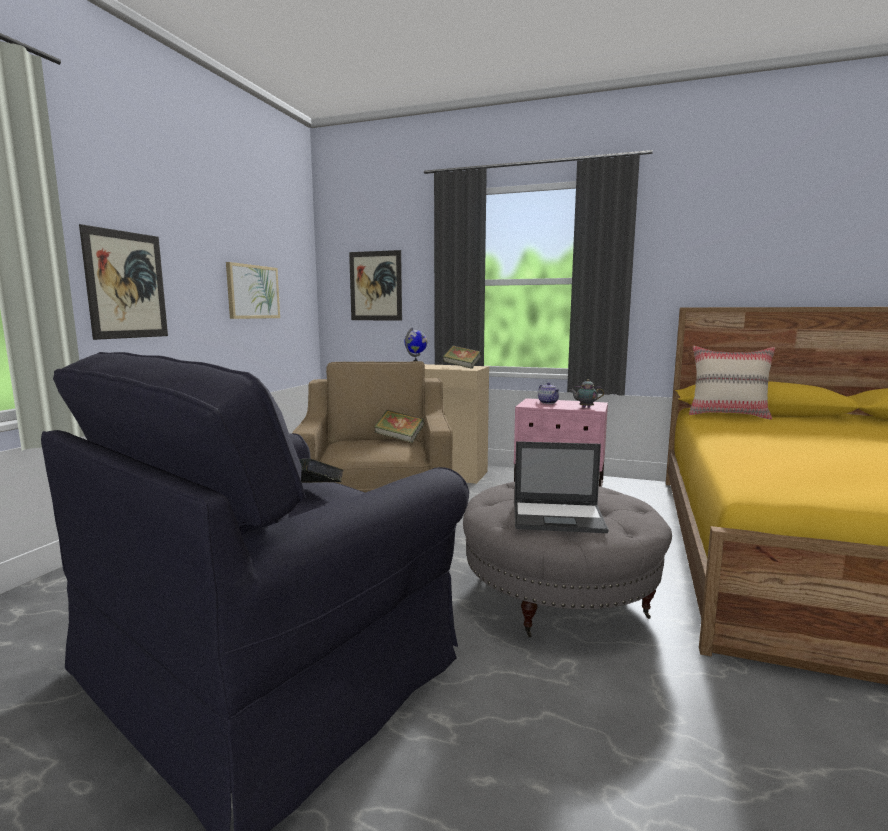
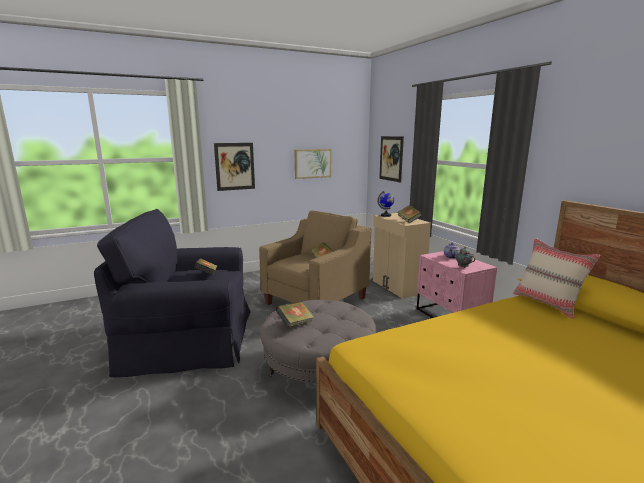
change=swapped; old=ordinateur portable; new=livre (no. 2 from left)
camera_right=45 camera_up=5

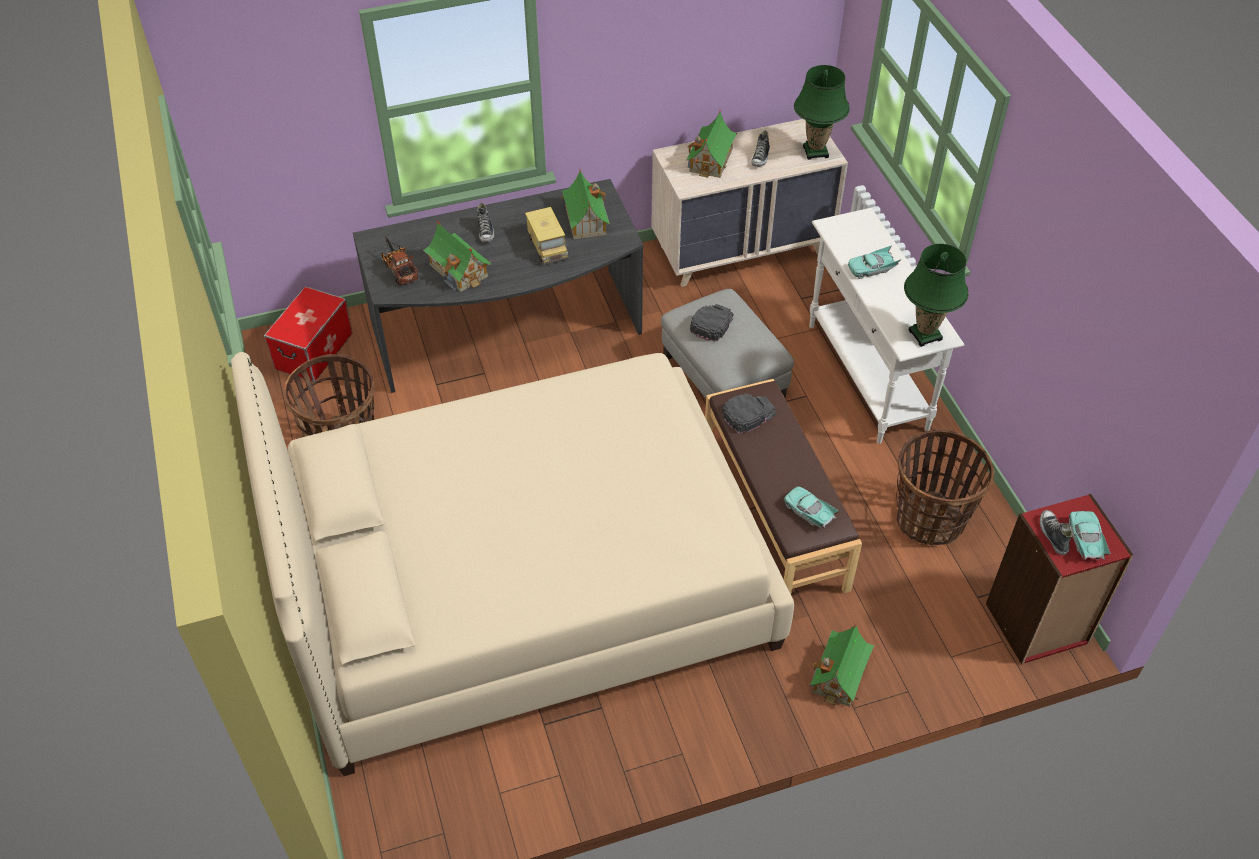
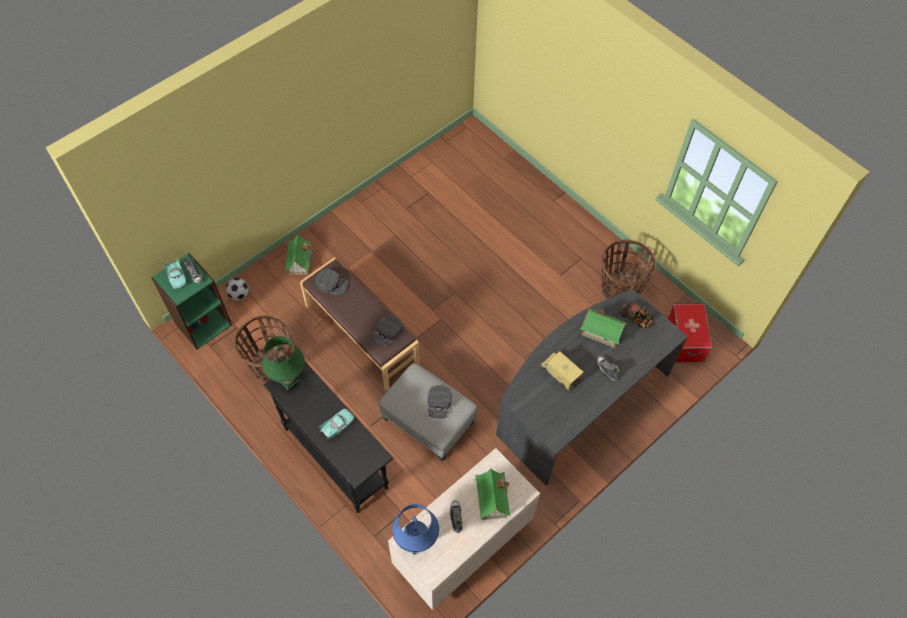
change=gone; old=lit [beige]
change=gone; old=maison miniature (no. 2 from left)
change=swapped; old=petite voiture [turquoise] (no. 1 from left); new=casquette [noir] (no. 1 from left)
change=repainted; old=lampe de table [vert] (no. 1 from left); new=lampe de table [bleu]
change=repainted; old=table console [blanc]; new=table console [noir]
change=repainted; old=bibliothèque [rouge]; new=bibliothèque [vert]
change=new; new=ballon de foot
camera_right=155 camera_up=10

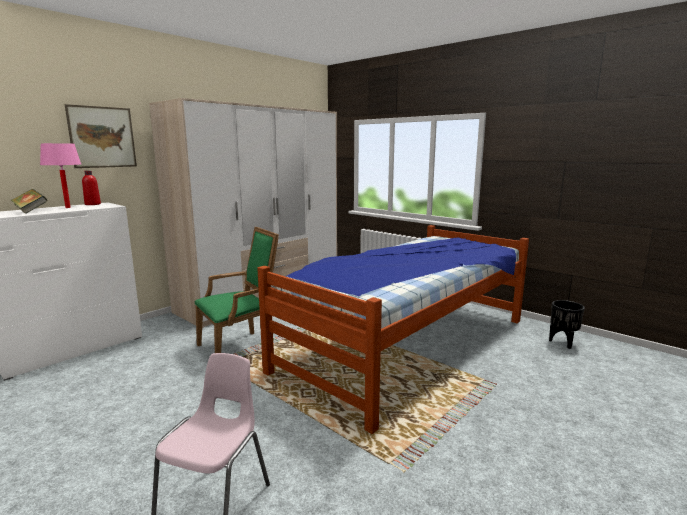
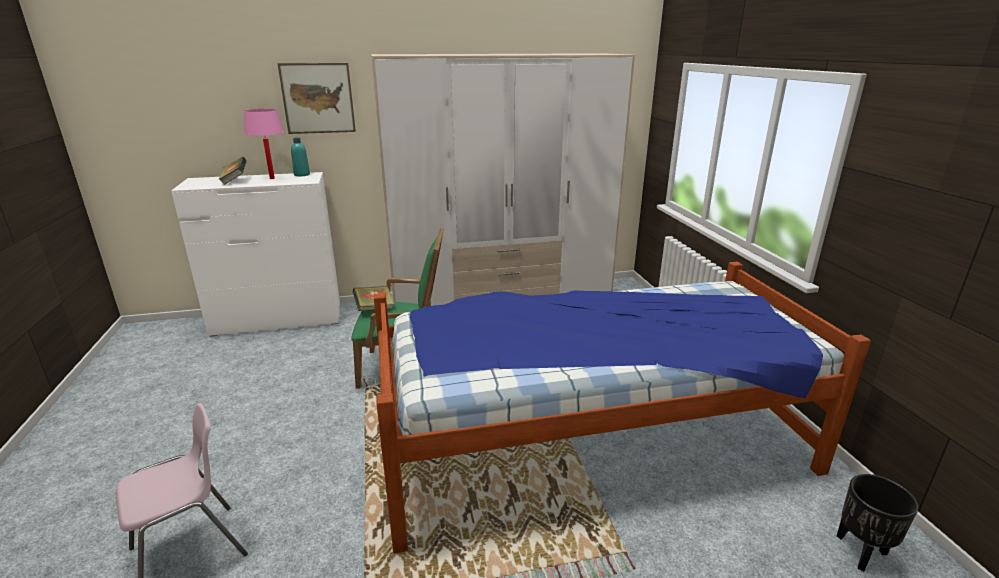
change=repainted; old=bouteille [rouge]; new=bouteille [turquoise]
change=new; new=livre (no. 2 from left)
camera_right=35 camera_up=10

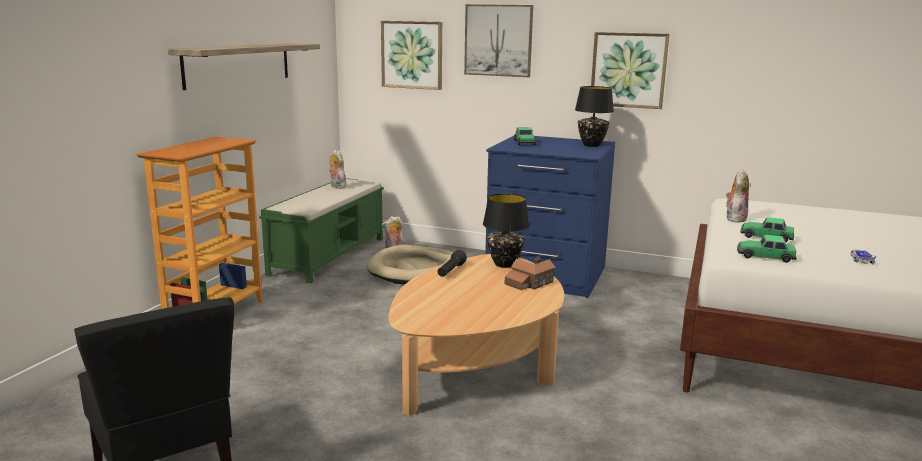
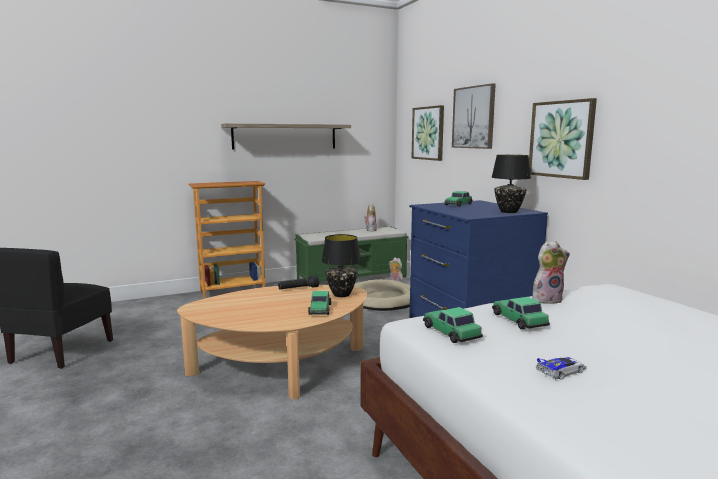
change=swapped; old=maison miniature; new=petite voiture (no. 1 from left)
camera_right=45 camera_up=-5

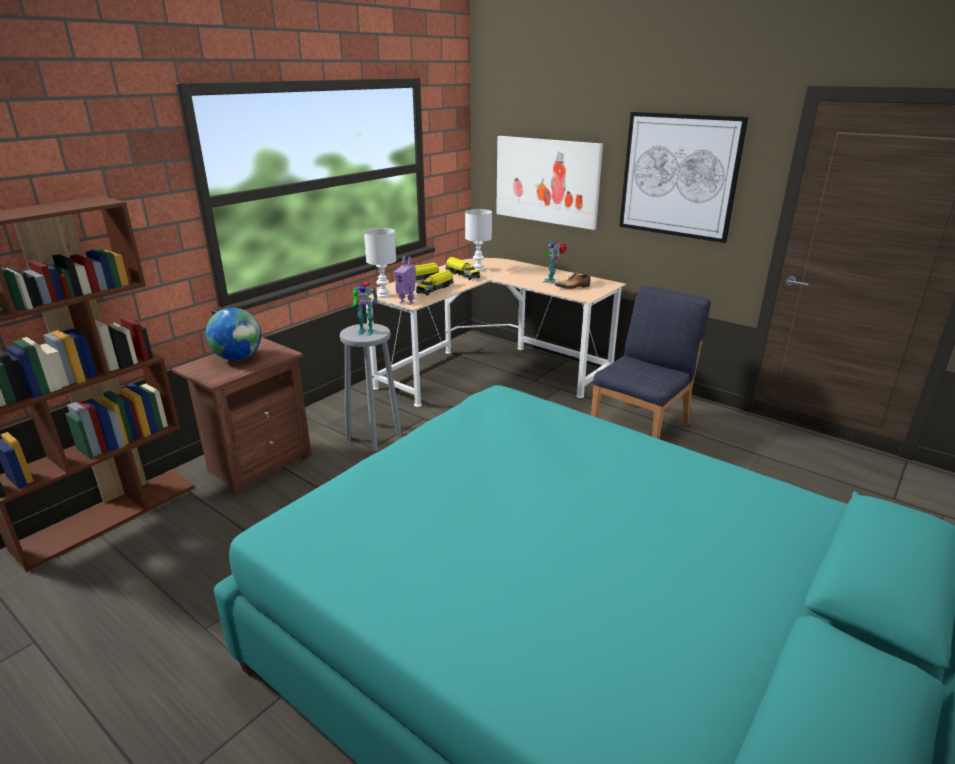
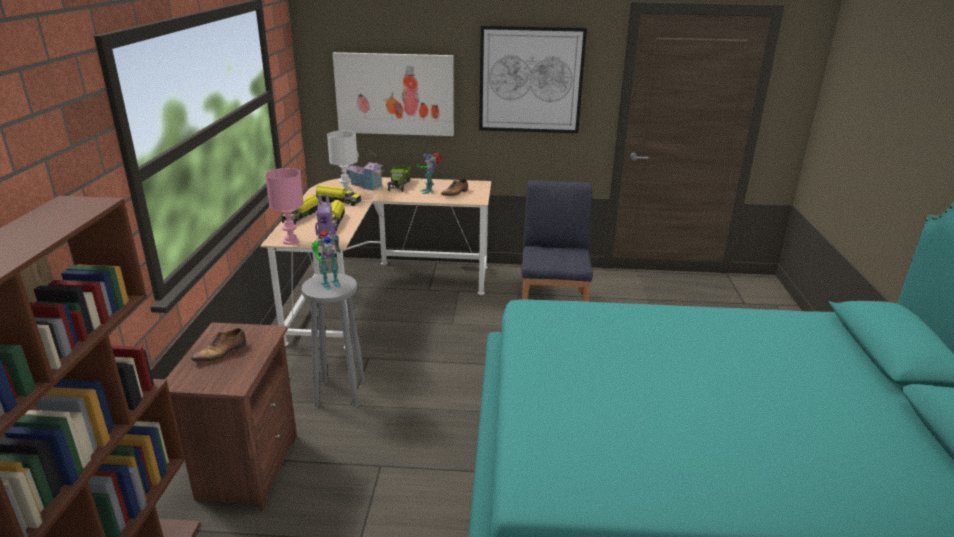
change=swapped; old=globe; new=chaussure (no. 1 from left)
change=repainted; old=lampe de table [blanc] (no. 1 from left); new=lampe de table [rose]
change=new; new=maison miniature
change=new; new=camion jouet (no. 4 from left)
camera_right=-35 camera_up=0

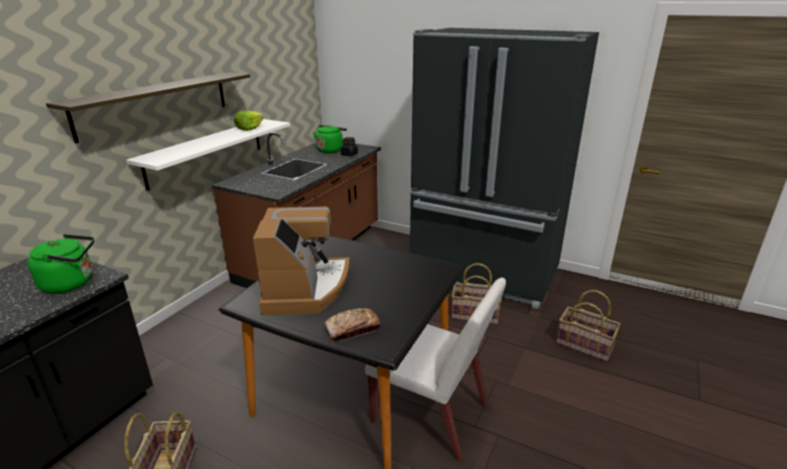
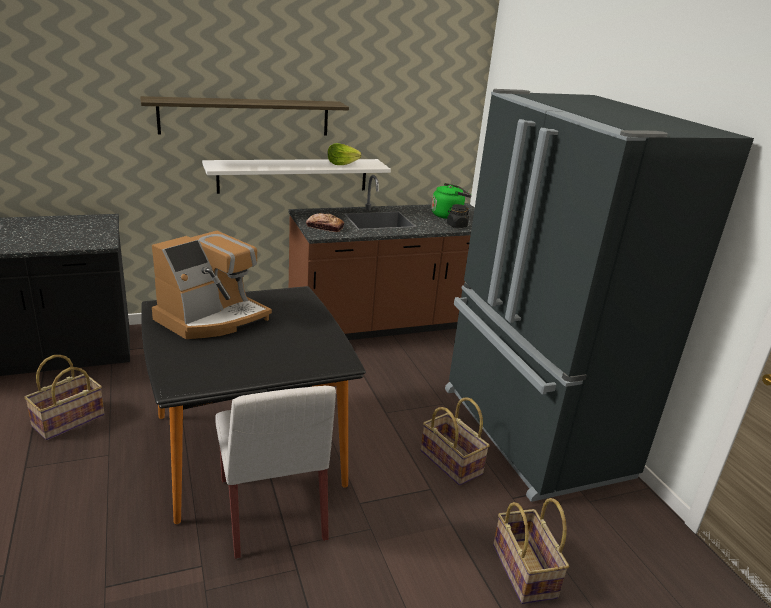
change=gone; old=bouilloire [vert] (no. 1 from left)
change=shifted; old=pain
camera_right=40 camera_up=0

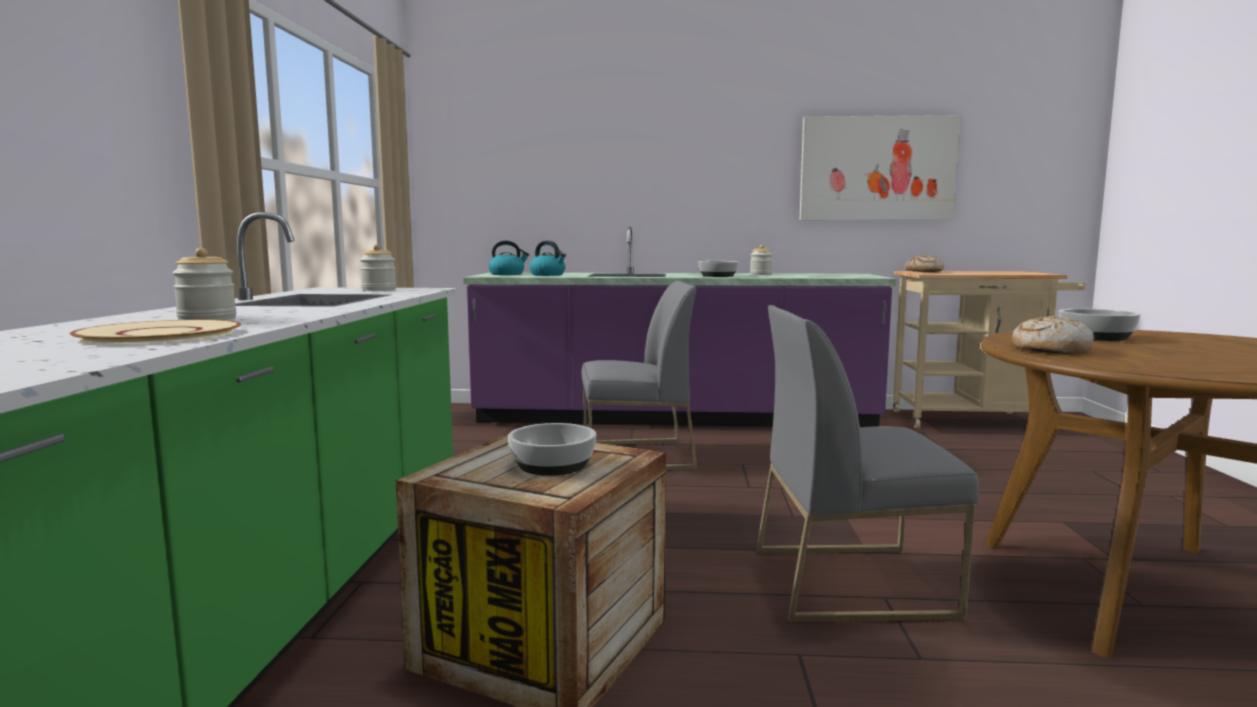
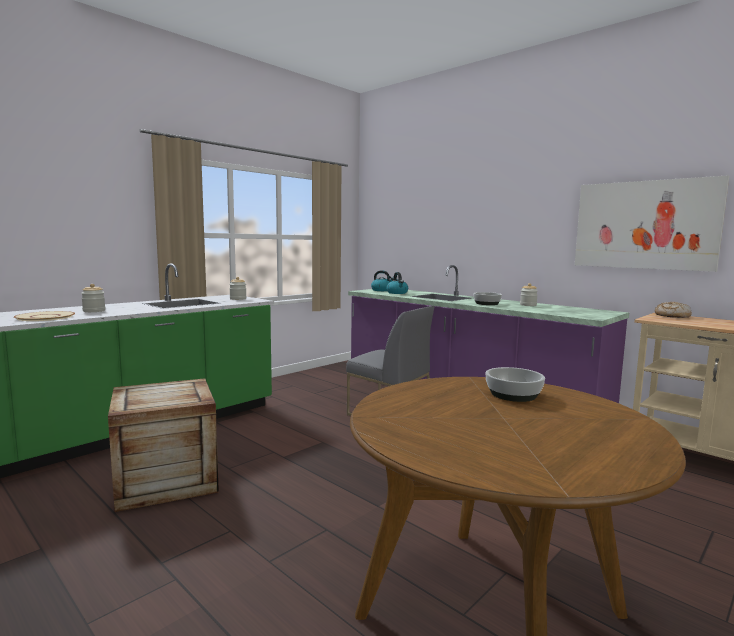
change=gone; old=bol (no. 1 from left)
change=gone; old=chaise [gris] (no. 2 from left)
change=gone; old=pain (no. 2 from left)
camera_right=40 camera_up=0

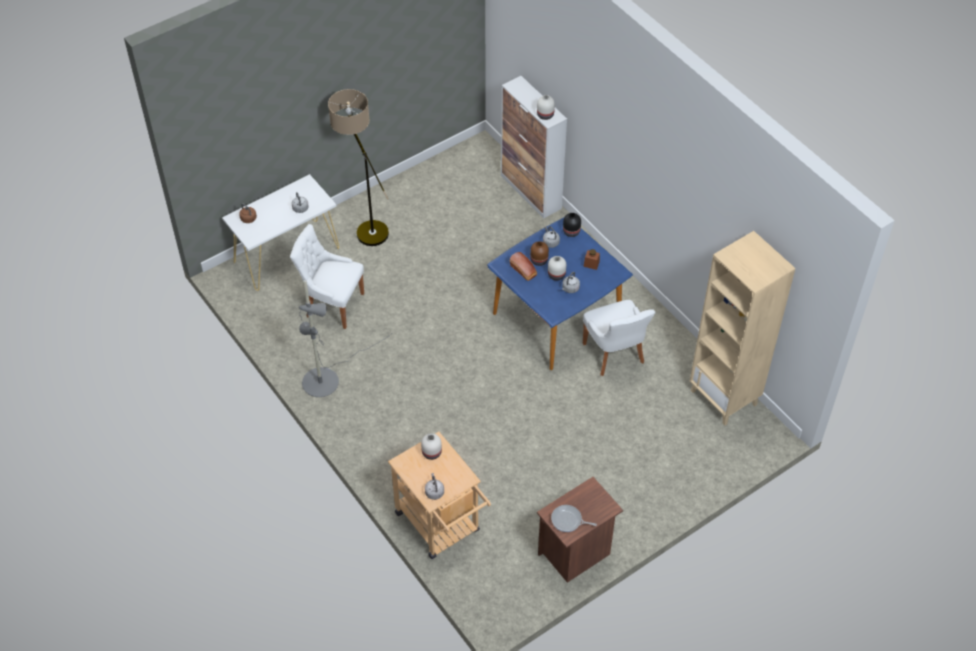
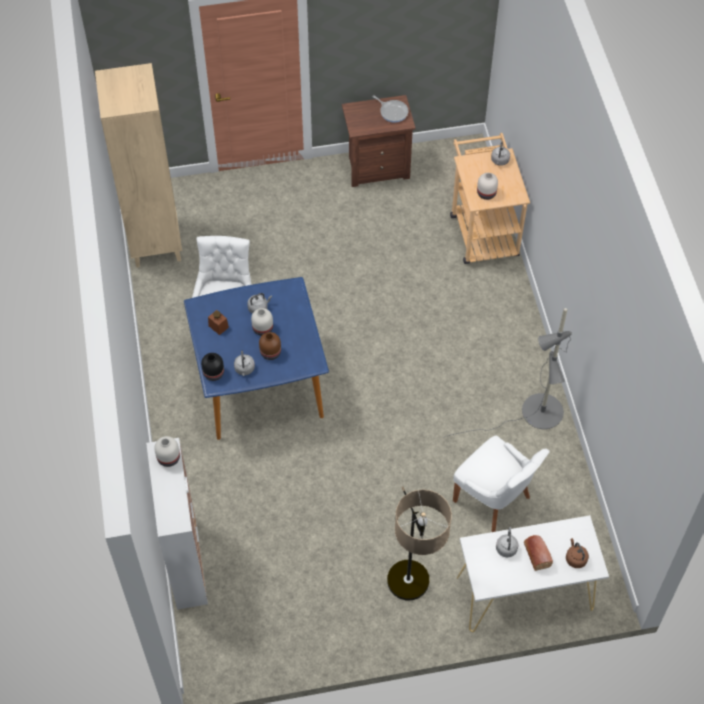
change=shifted; old=pain
camera_right=-155 camera_up=5

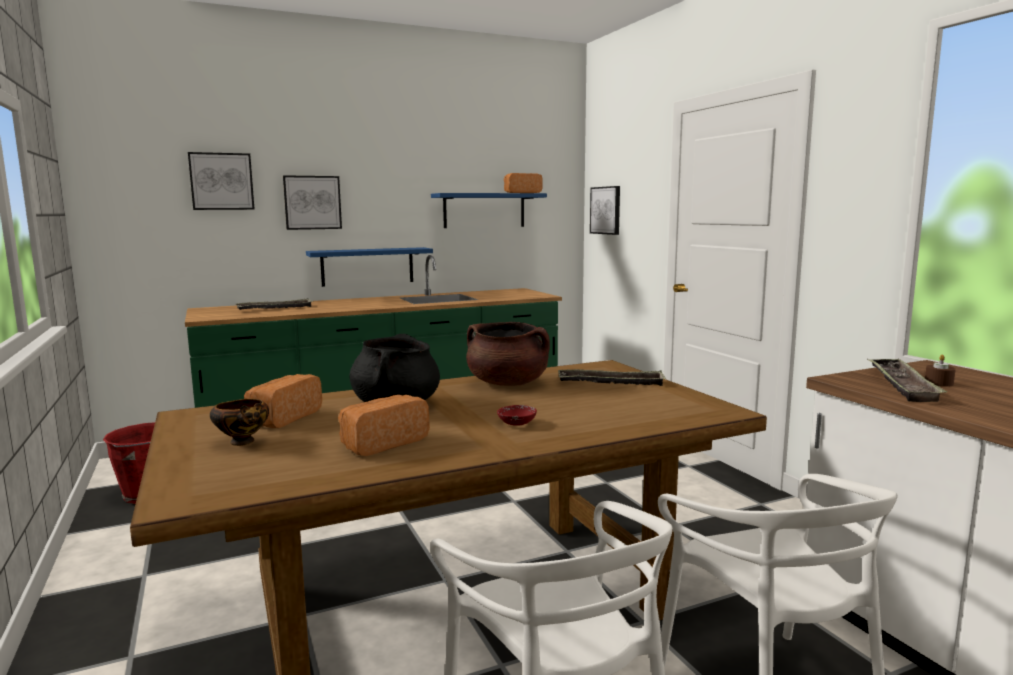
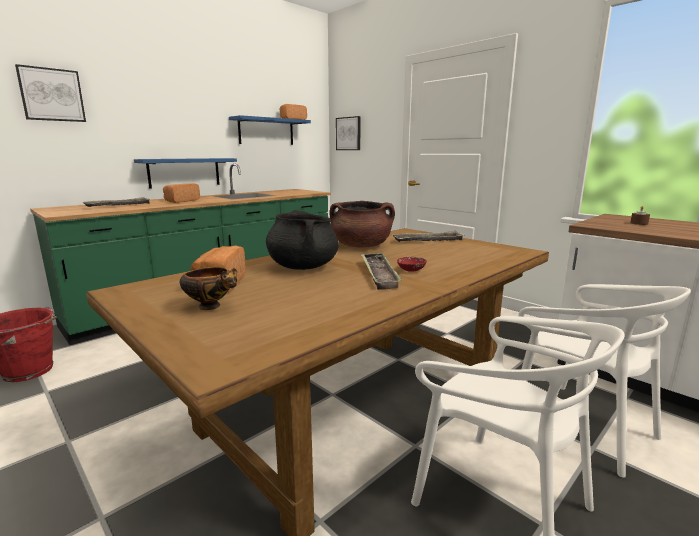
change=gone; old=tableau (no. 2 from left)
change=shifted; old=pain (no. 2 from left in the first image); new=pain (no. 1 from left)
change=shifted; old=plateau (no. 3 from left in the first image); new=plateau (no. 2 from left)
camera_right=-20 camera_up=5

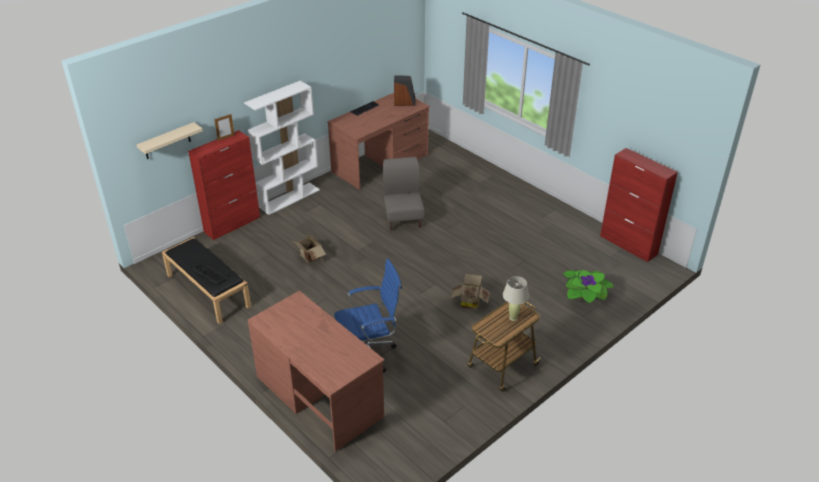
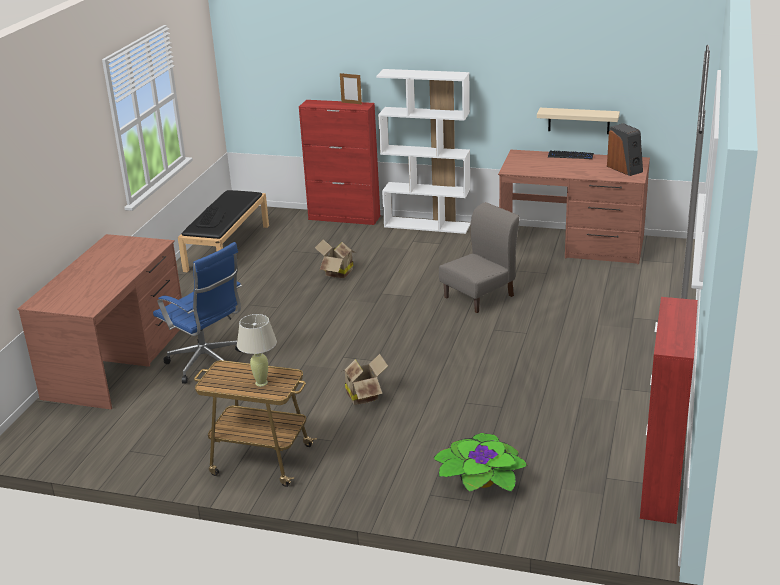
change=shifted; old=étagère [beige]
camera_right=60 camera_up=-10

